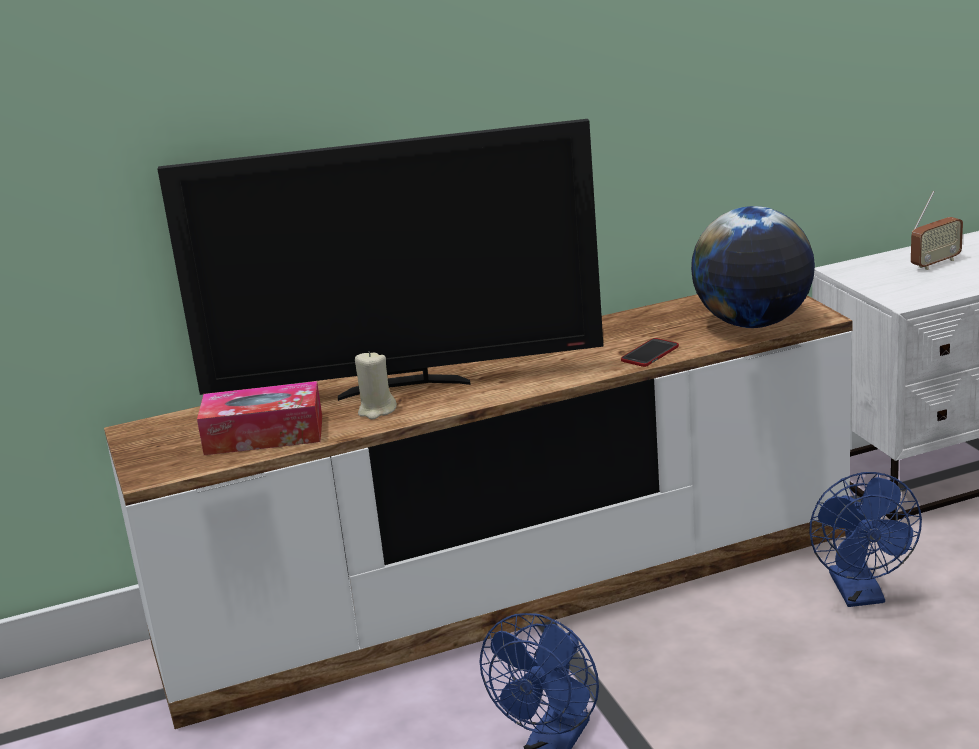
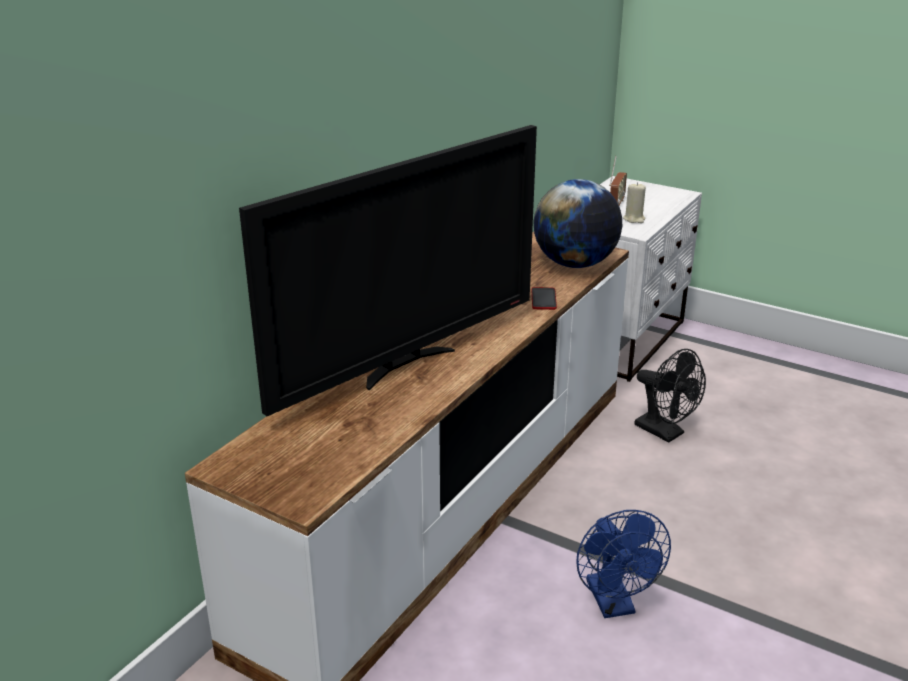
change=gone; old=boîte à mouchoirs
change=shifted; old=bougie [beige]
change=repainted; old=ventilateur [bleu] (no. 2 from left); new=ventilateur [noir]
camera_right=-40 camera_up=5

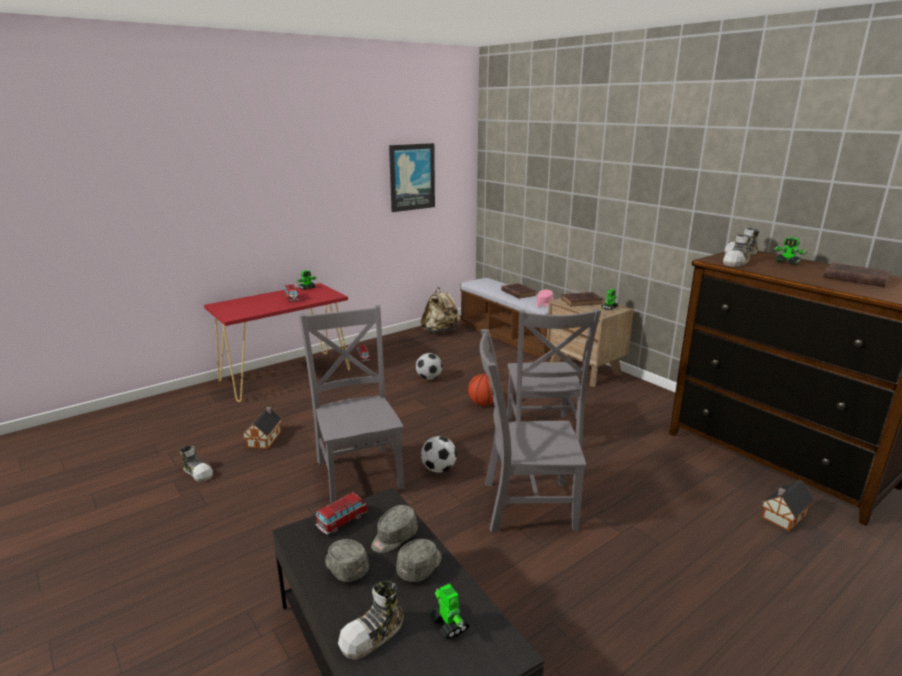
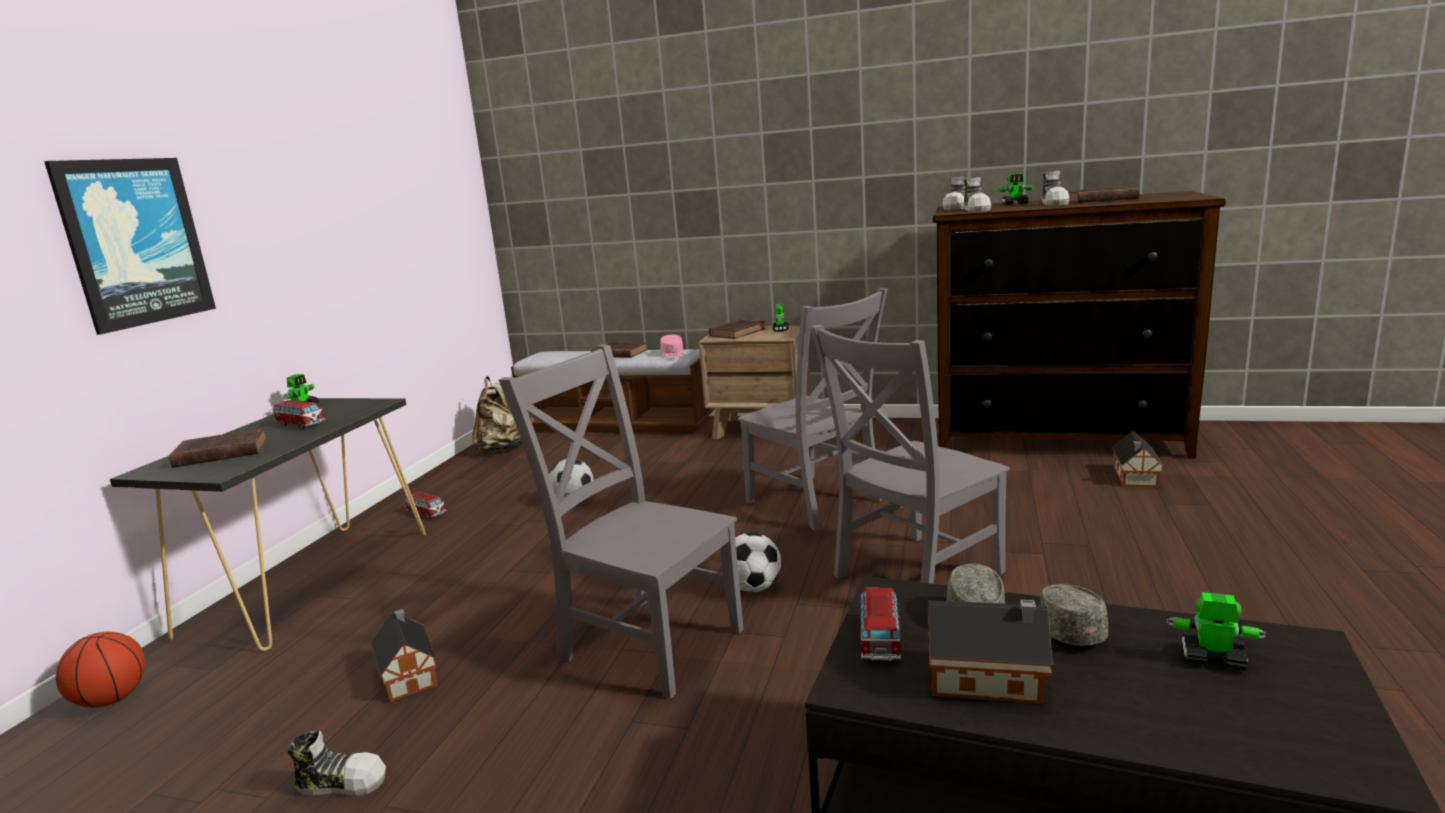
change=repainted; old=table console [rouge]; new=table console [noir]
change=swapped; old=casquette [gris] (no. 1 from left); new=maison miniature (no. 2 from left)
change=shifted; old=chaussure (no. 2 from left in the first image); new=chaussure (no. 4 from left)
change=shifted; old=tableau
change=shifted; old=ballon de basket
change=new; new=livre [marron] (no. 1 from left)
camera_right=-35 camera_up=-5

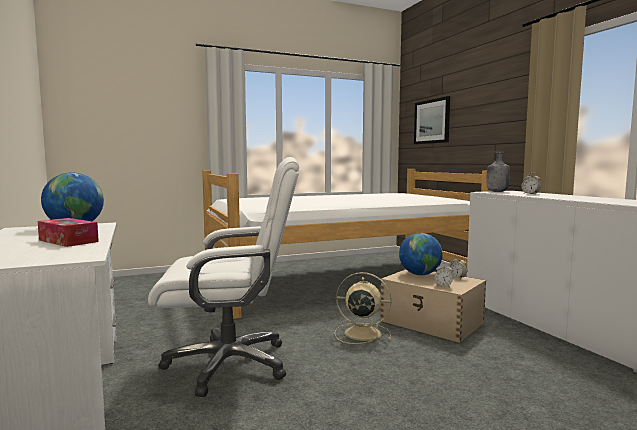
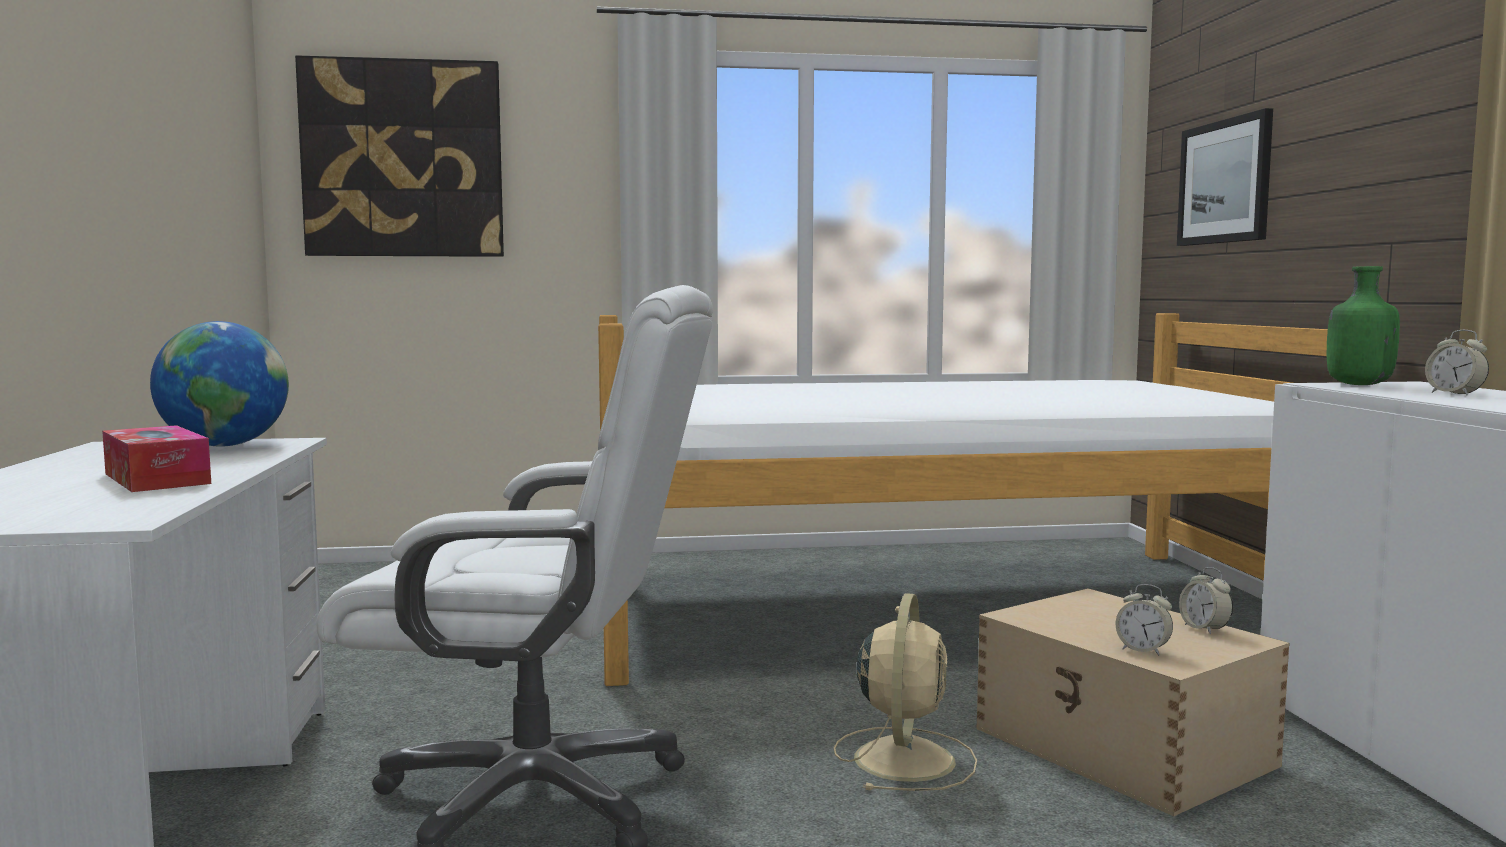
change=rotated; old=ventilateur [beige]; degrees=75
change=gone; old=globe (no. 2 from left)
change=repainted; old=bouteille [gris]; new=bouteille [vert]
change=new; new=tableau (no. 1 from left)
camera_right=15 camera_up=0

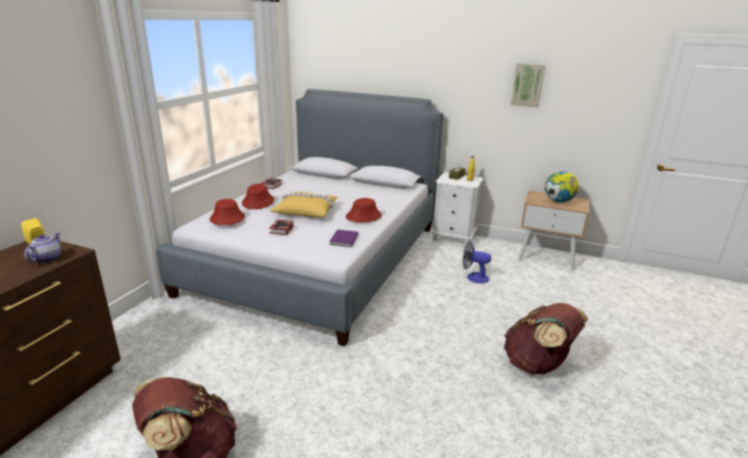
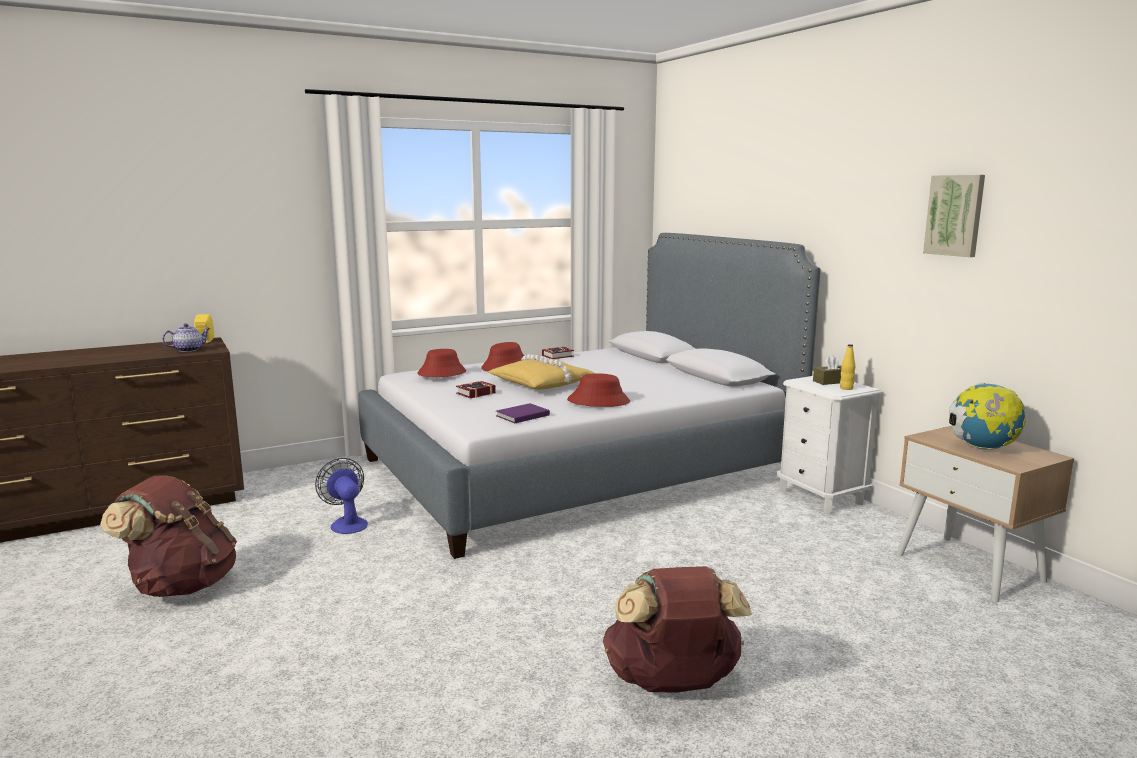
change=shifted; old=ventilateur
camera_right=40 camera_up=-10

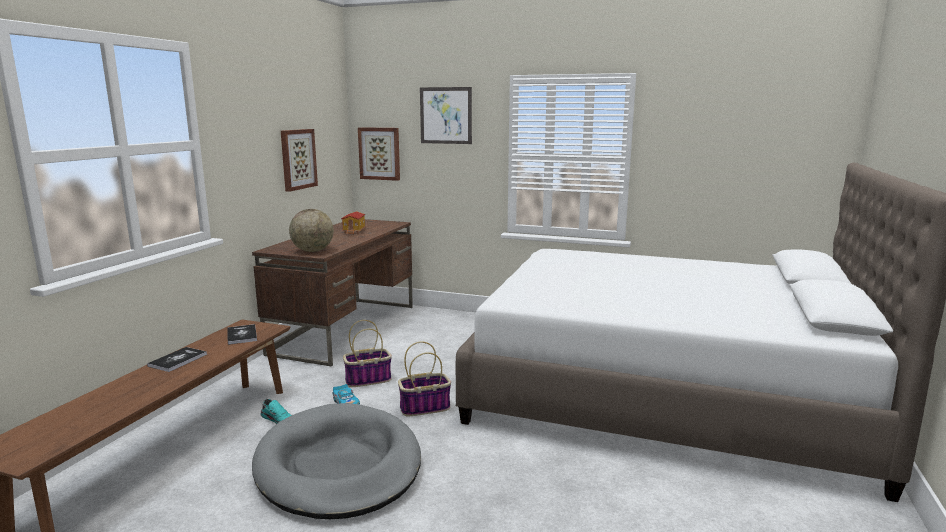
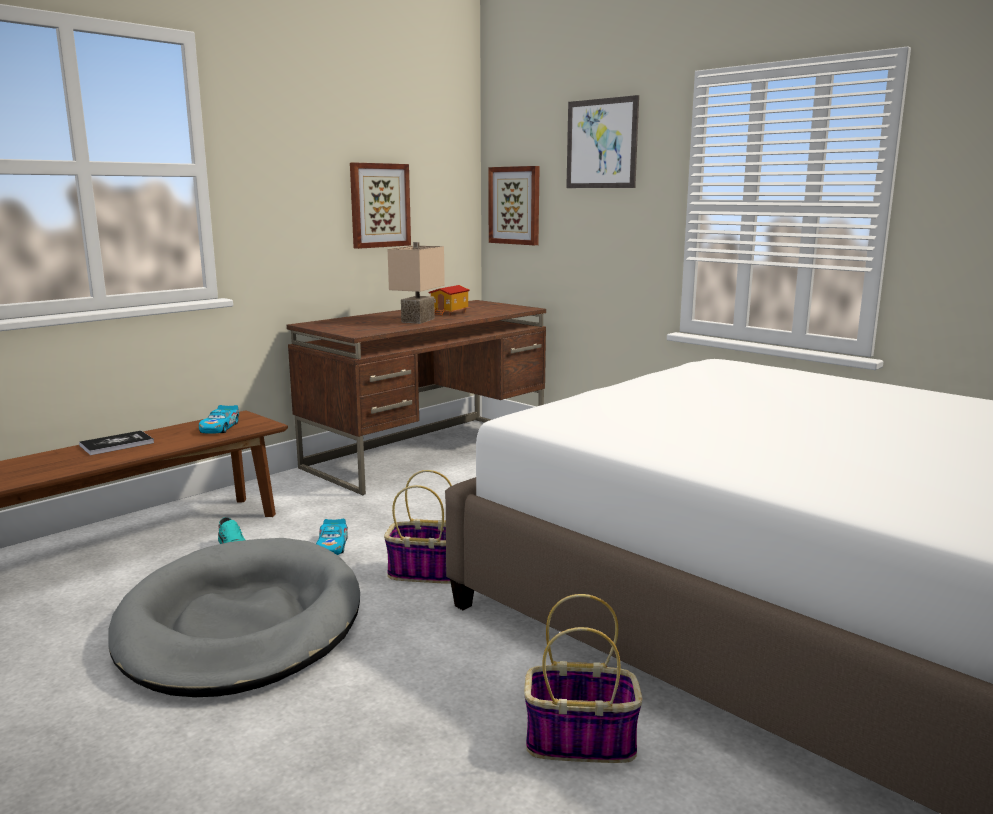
change=swapped; old=livre (no. 2 from left); new=petite voiture (no. 1 from left)
change=gone; old=globe
change=shifted; old=panier (no. 1 from left in the first image); new=panier (no. 2 from left)
change=new; new=lampe de table [beige]
camera_right=25 camera_up=0

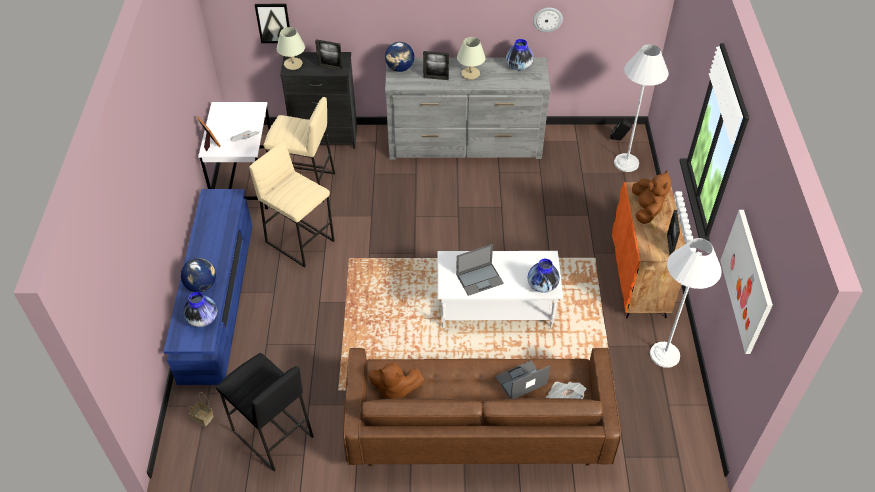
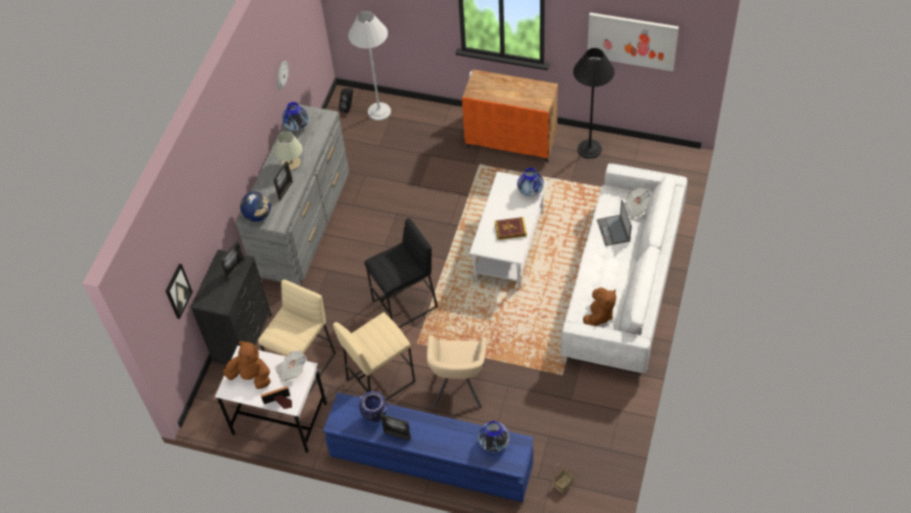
change=gone; old=globe (no. 1 from left)
change=shifted; old=tabouret [noir]
change=gone; old=lampe de table [beige] (no. 1 from left)
change=repainted; old=canapé [marron]; new=canapé [blanc]
change=swapped; old=ordinateur portable (no. 1 from left); new=livre
change=shifted; old=peluche [marron] (no. 2 from left in the first image); new=peluche [marron] (no. 1 from left)
change=repainted; old=lampadaire [blanc] (no. 2 from left); new=lampadaire [noir]
change=shifted; old=cadre photo (no. 4 from left)
change=new; new=vase (no. 2 from left)
change=new; new=fauteuil [beige]
camera_right=-70 camera_up=5

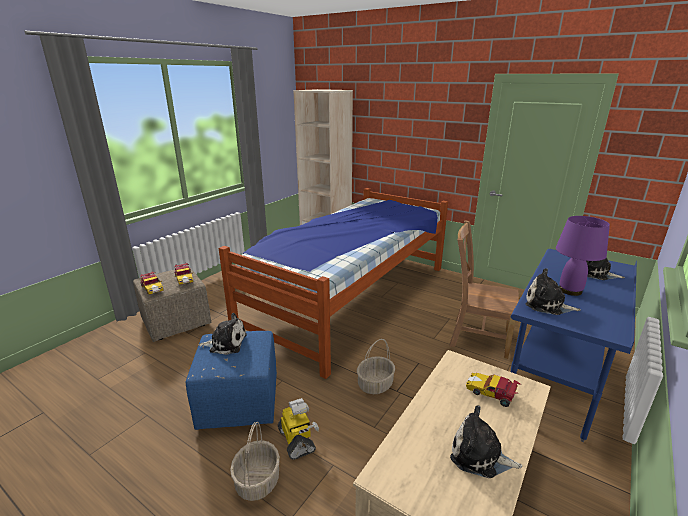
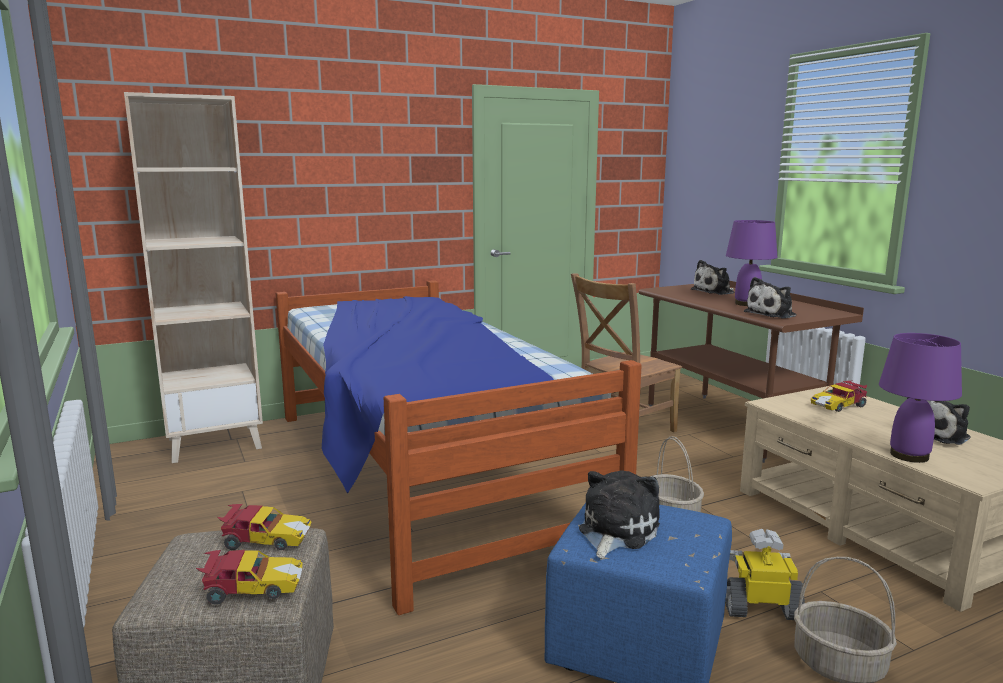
change=repainted; old=bureau [bleu]; new=bureau [marron]
change=new; new=lampe de table [violet] (no. 2 from left)
camera_right=-60 camera_up=-10

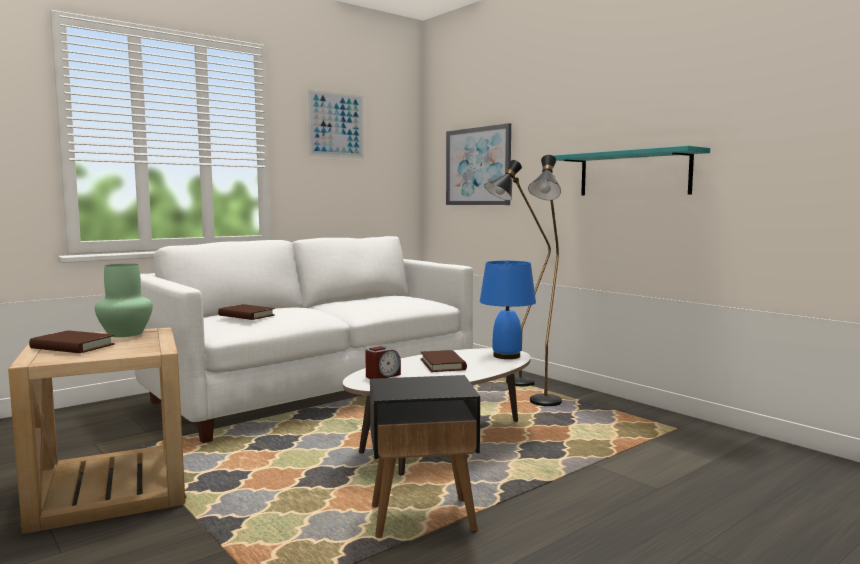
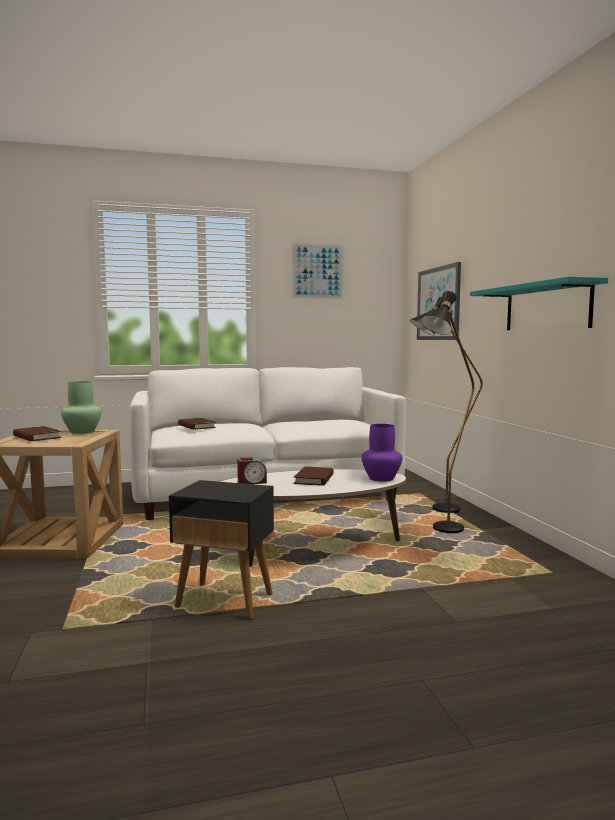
change=swapped; old=lampe de table [bleu]; new=vase [violet]
camera_right=25 camera_up=0

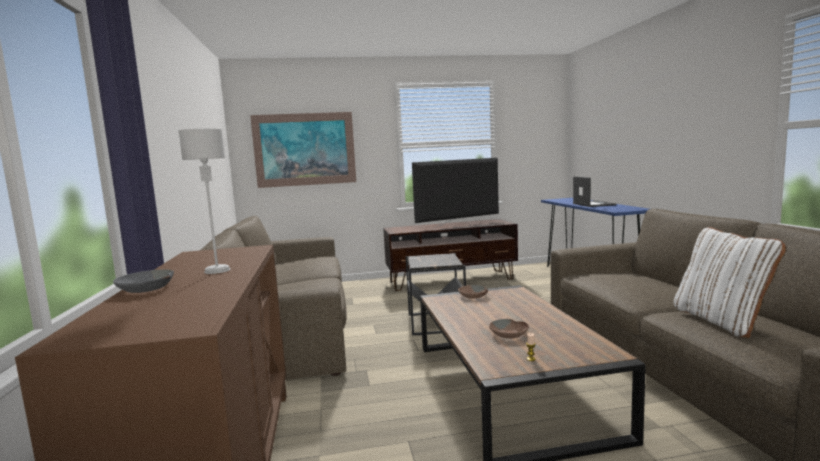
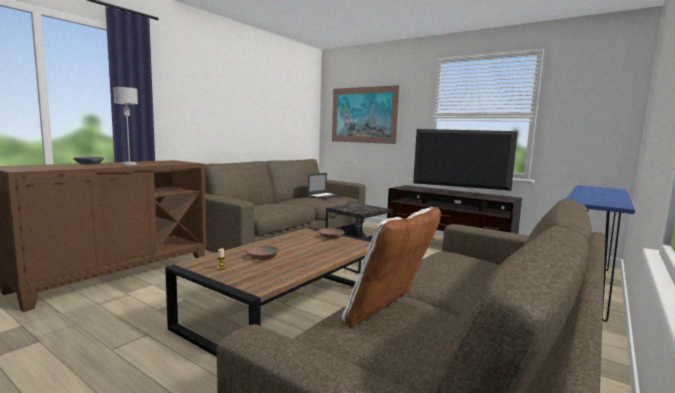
change=shifted; old=ordinateur portable
camera_right=45 camera_up=0

